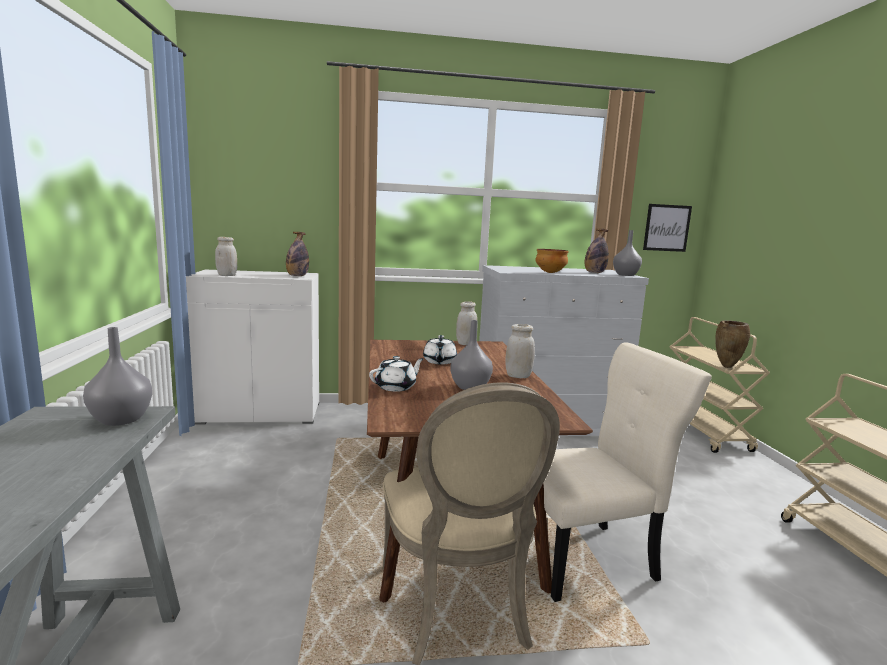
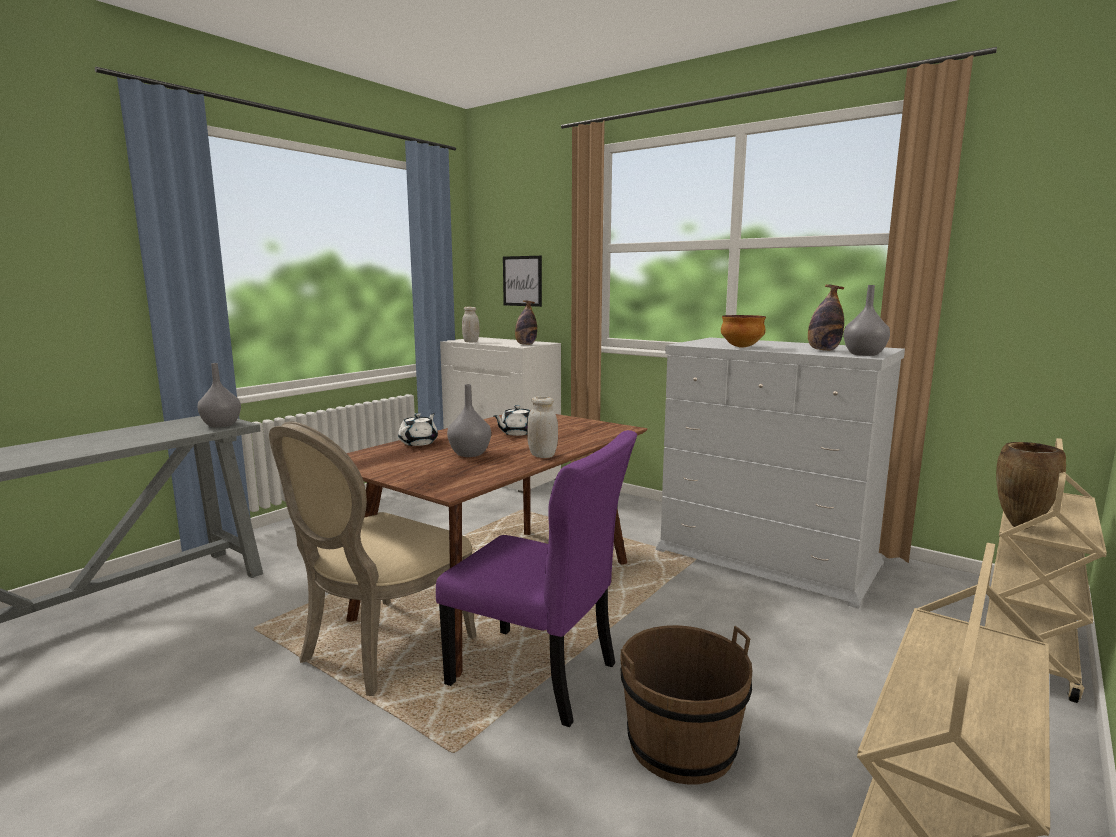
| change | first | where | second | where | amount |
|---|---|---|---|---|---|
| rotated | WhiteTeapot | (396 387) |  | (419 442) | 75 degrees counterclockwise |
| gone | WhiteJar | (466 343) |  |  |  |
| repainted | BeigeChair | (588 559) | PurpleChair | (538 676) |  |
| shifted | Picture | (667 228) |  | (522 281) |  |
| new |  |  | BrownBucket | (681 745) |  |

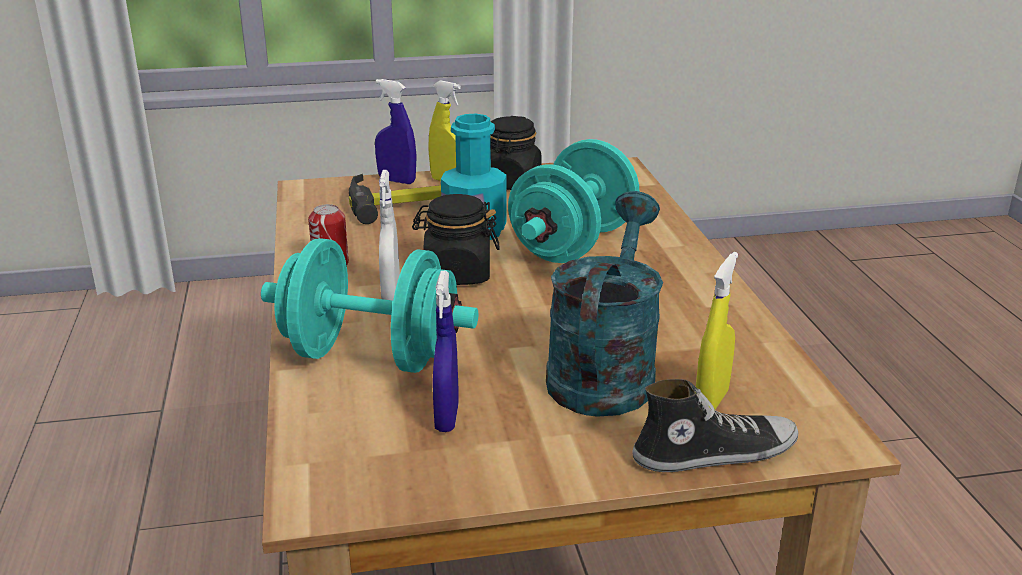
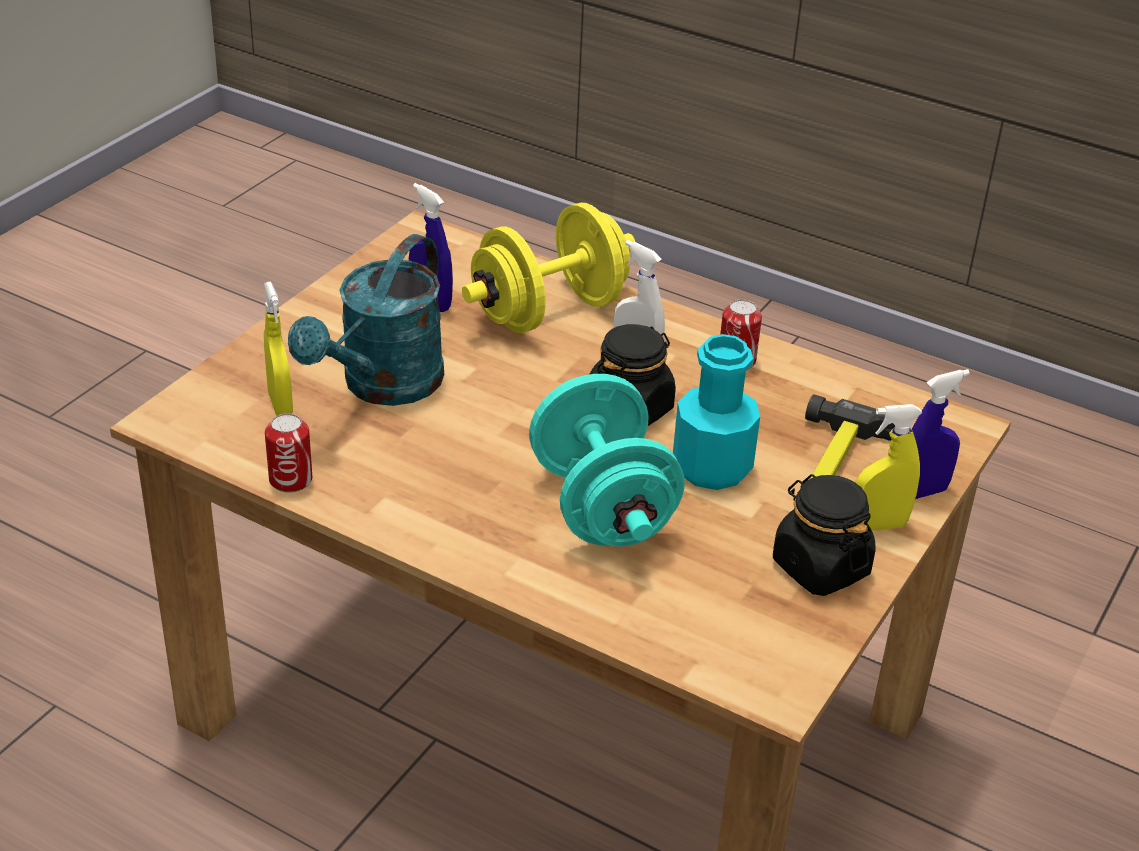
| change | first | where | second | where | amount |
|---|---|---|---|---|---|
| repainted | TurquoiseDumbbell | (371 356) | YellowDumbbell | (549 311) |  |
| rotated | TurquoiseWateringCan | (604 371) |  | (382 387) | 60 degrees clockwise |
| gone | Shoe | (714 453) |  |  |  |
| new |  |  | Can | (290 480) |  |

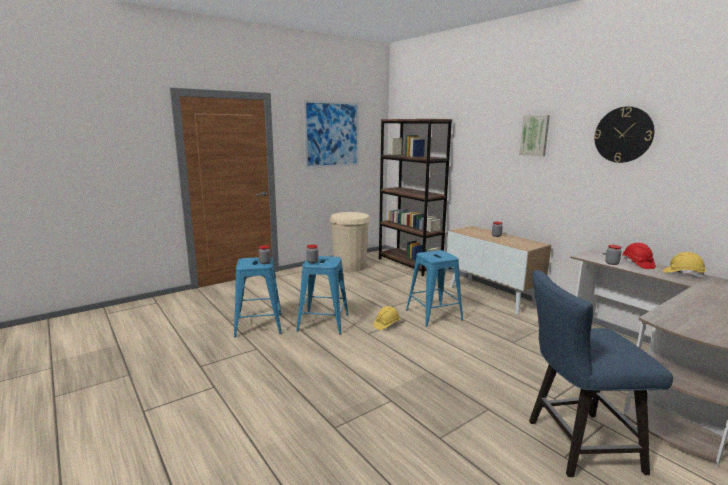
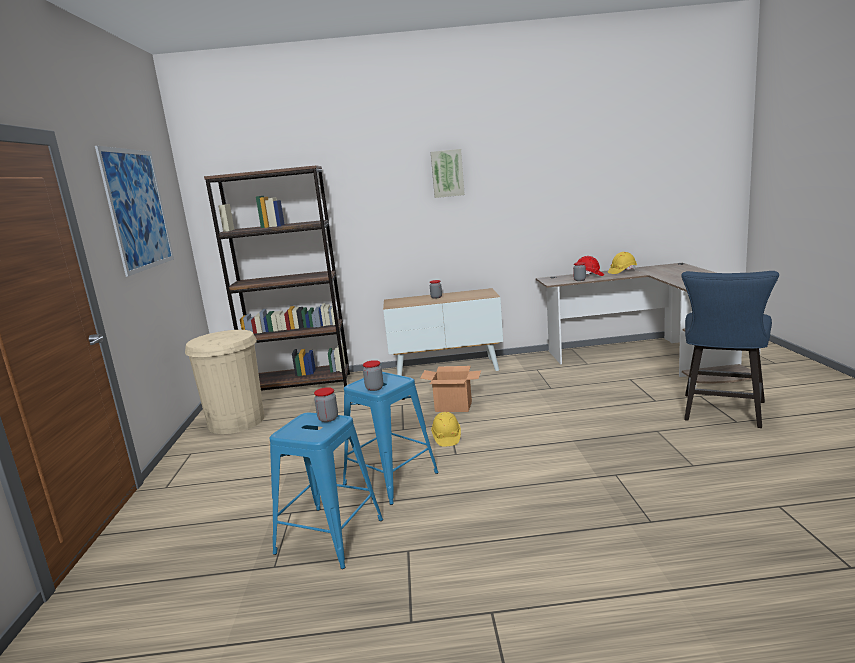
| change | first | where | second | where | amount |
|---|---|---|---|---|---|
| swapped | BlueStool | (433 315) | CardboardBox | (454 407) |  |
| gone | WallClock | (623 135) |  |  |  |

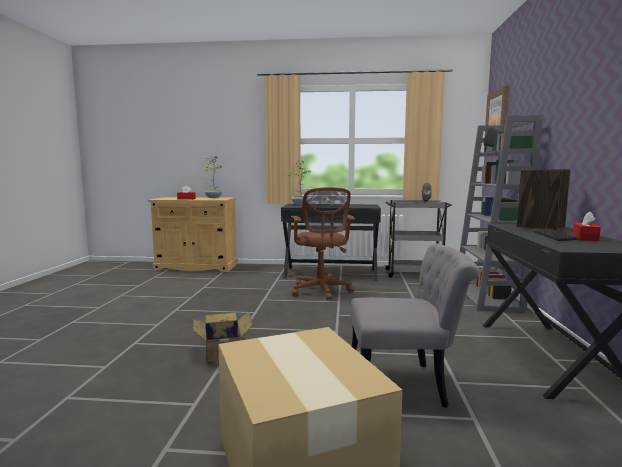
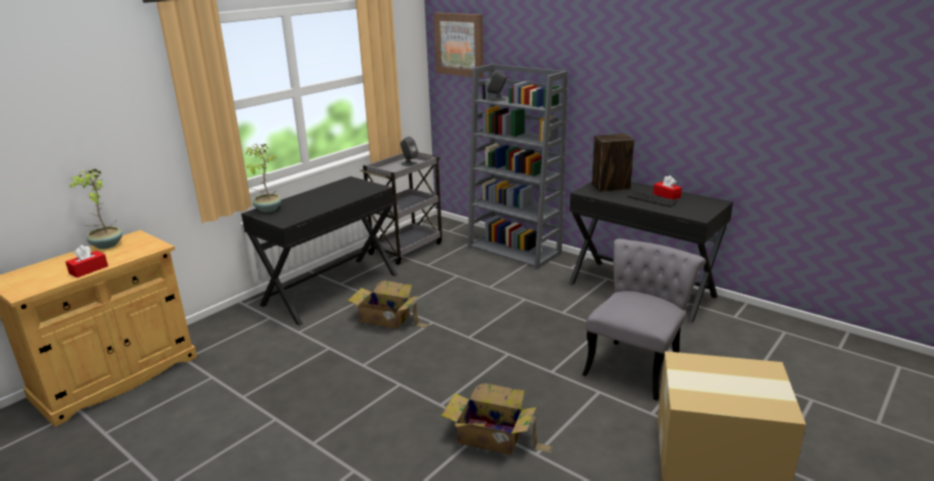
| change | first | where | second | where | amount |
|---|---|---|---|---|---|
| swapped | BrownOfficeChair | (321 291) | CardboardBox | (386 319) |  |

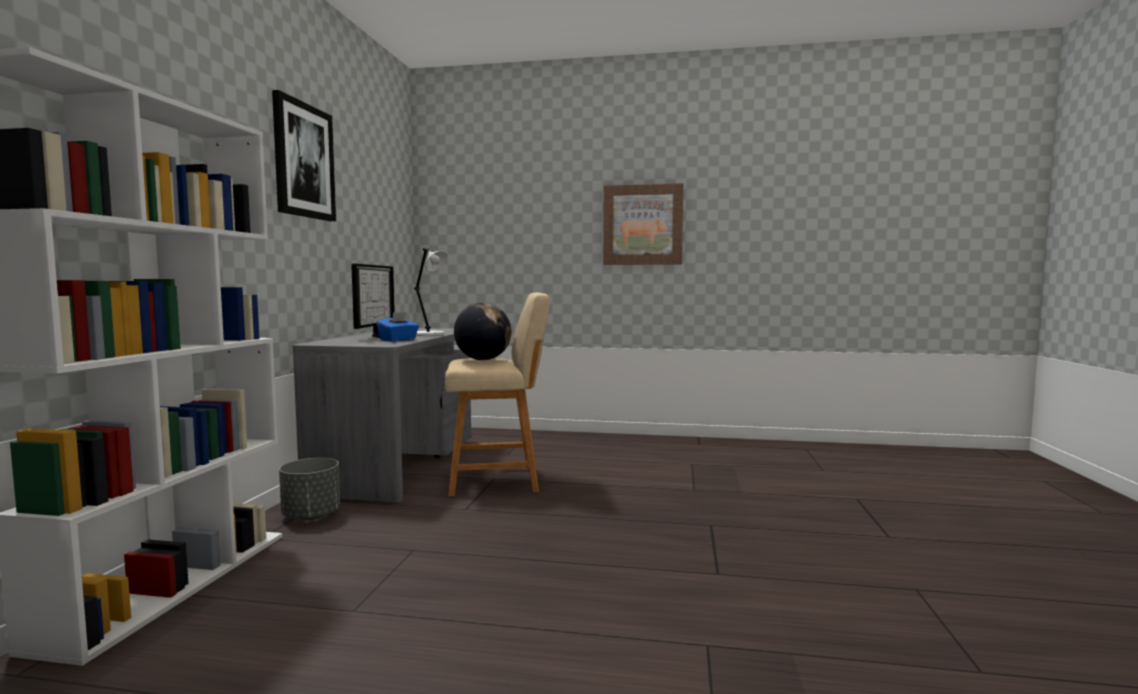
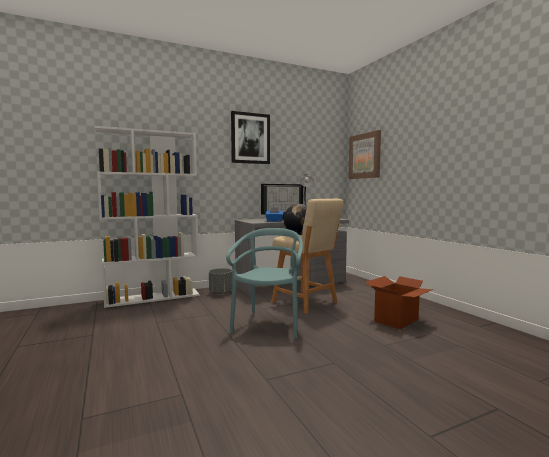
| change | first | where | second | where | amount |
|---|---|---|---|---|---|
| shifted | Picture | (642 225) |  | (365 156) |  |
| new |  |  | TurquoiseChair | (269 324) |  |
| new |  |  | CardboardBox | (397 320) |  |

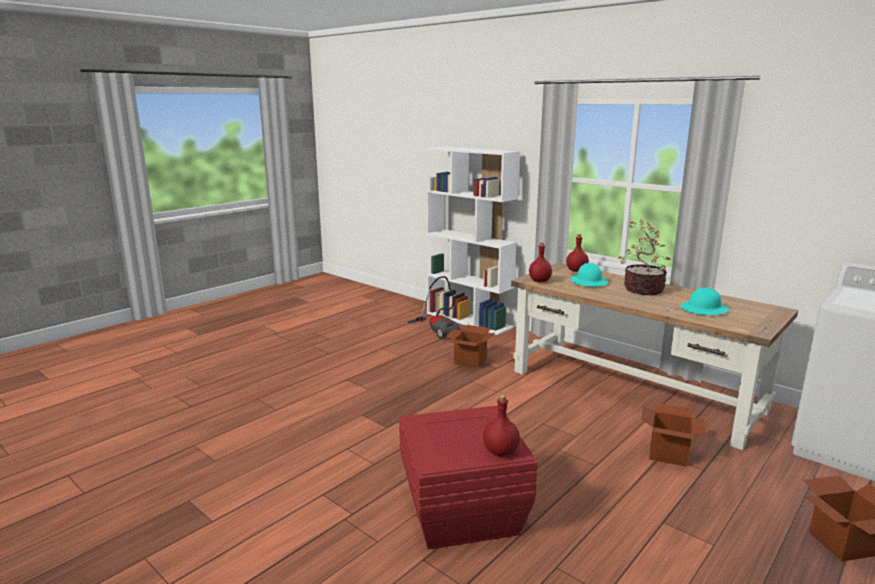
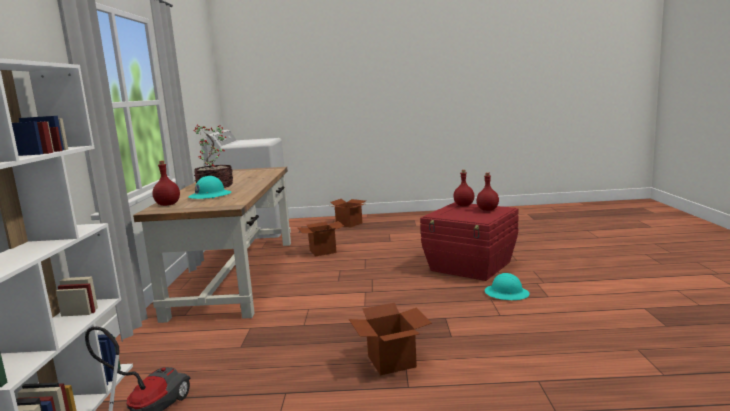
| change | first | where | second | where | amount |
|---|---|---|---|---|---|
| shifted | CardboardBox | (470 361) |  | (391 361) |  |
| shifted | RedBottle | (539 281) |  | (487 210) |  |
| shifted | TurquoiseHardHat | (704 309) |  | (506 293) |  |

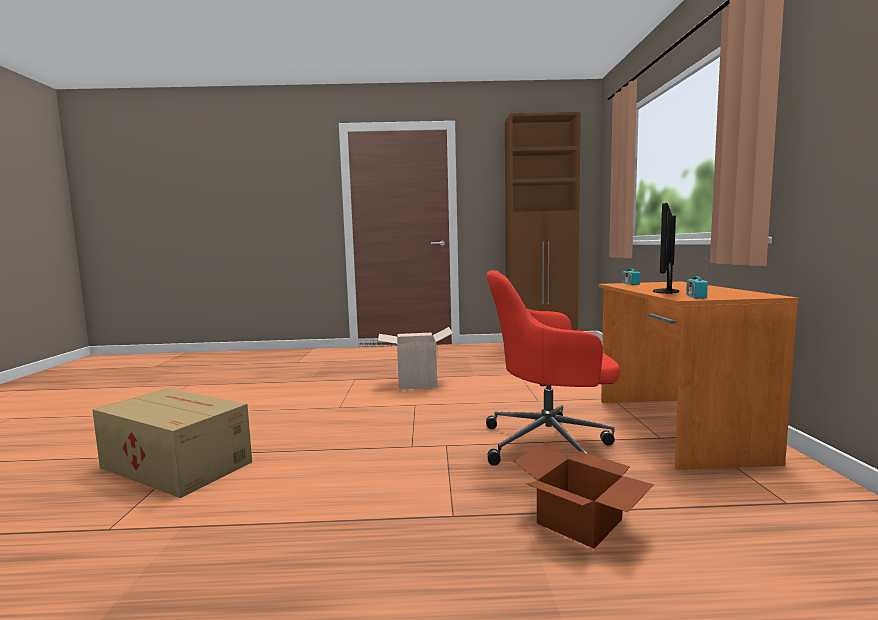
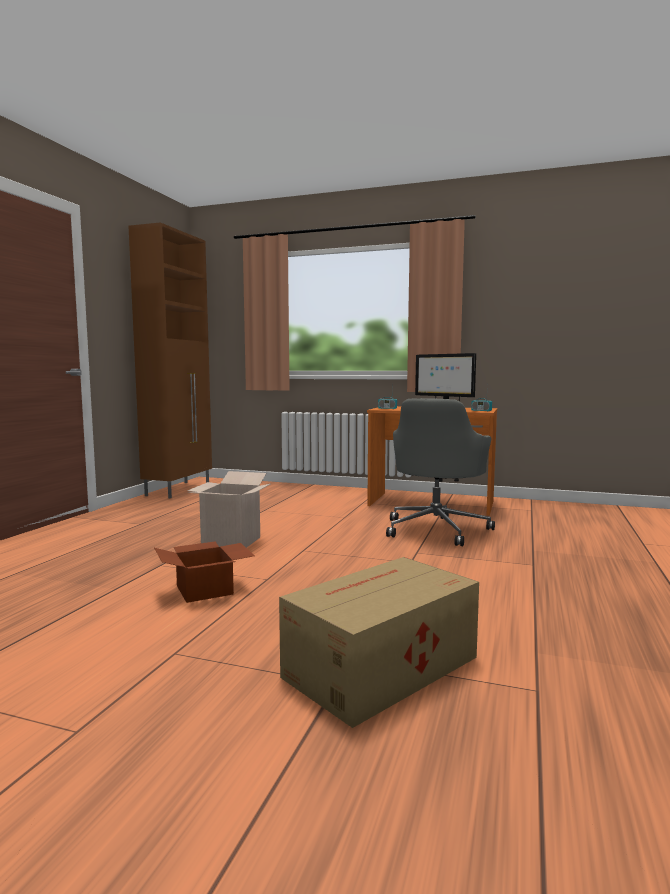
| change | first | where | second | where | amount |
|---|---|---|---|---|---|
| repainted | RedOfficeChair | (550 444) | GreyOfficeChair | (437 529) |  |
| shifted | CardboardBox | (581 523) |  | (206 590) |  |

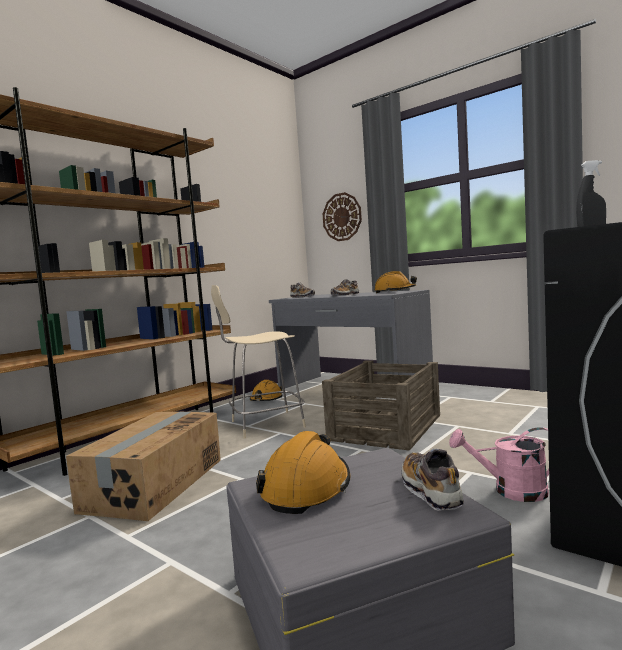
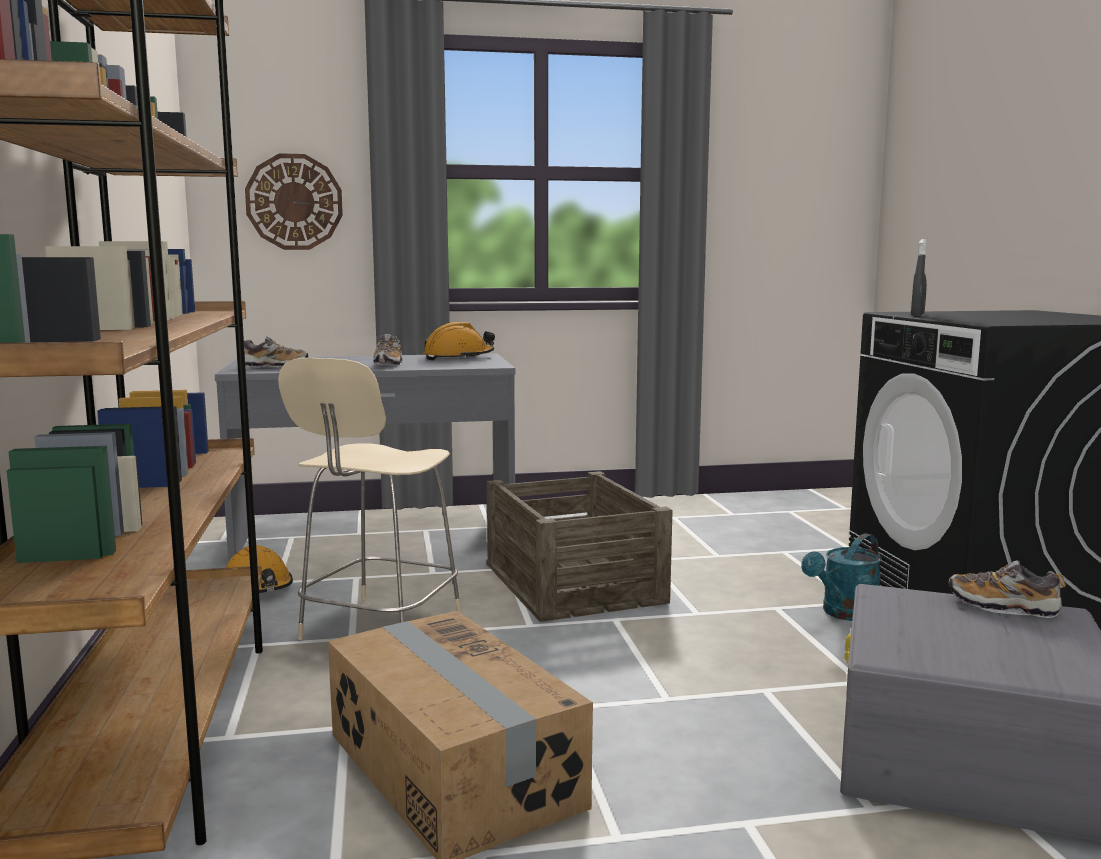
| change | first | where | second | where | amount |
|---|---|---|---|---|---|
| gone | OrangeHardHat | (306 488) |  |  |  |
| repainted | PinkWateringCan | (511 491) | TurquoiseWateringCan | (844 614) |  |

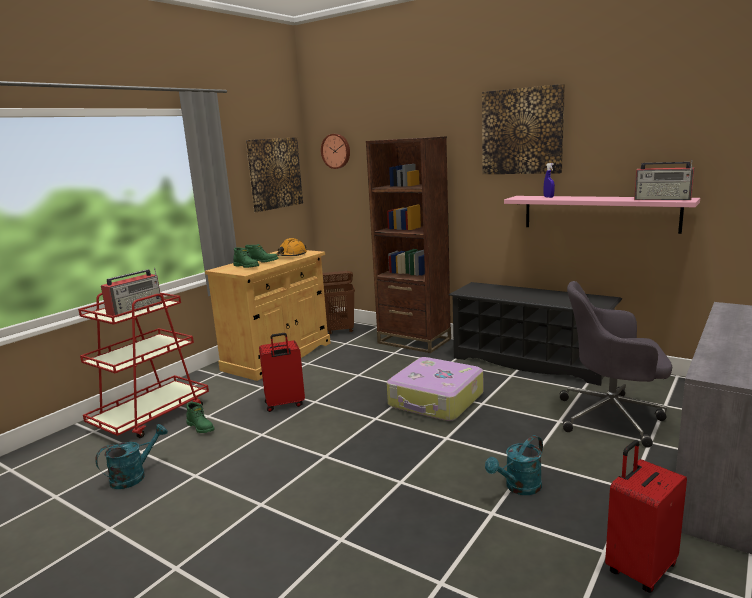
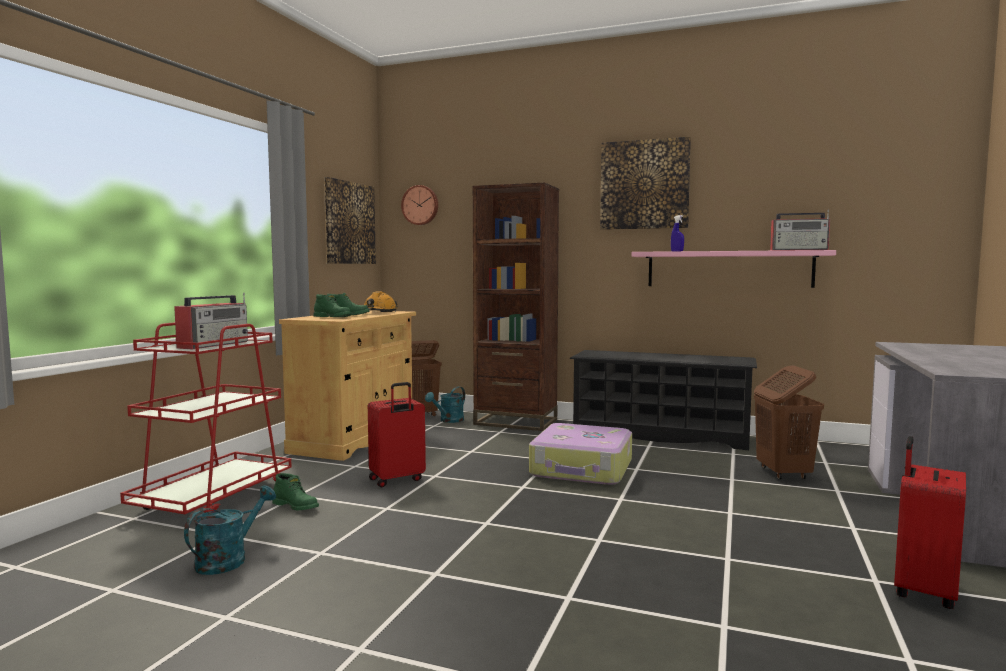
| change | first | where | second | where | amount |
|---|---|---|---|---|---|
| shifted | TurquoiseWateringCan | (519 488) |  | (448 420) |  |
| swapped | GreyOfficeChair | (612 417) | BrownLaundryBasket | (783 473) |  |

